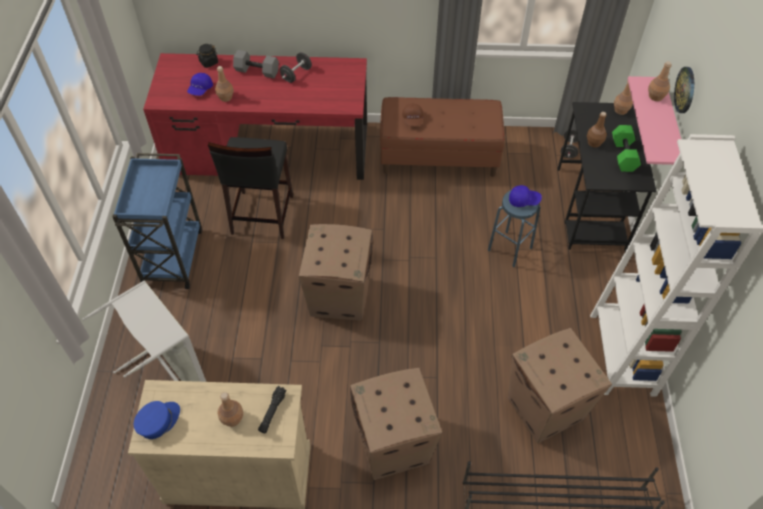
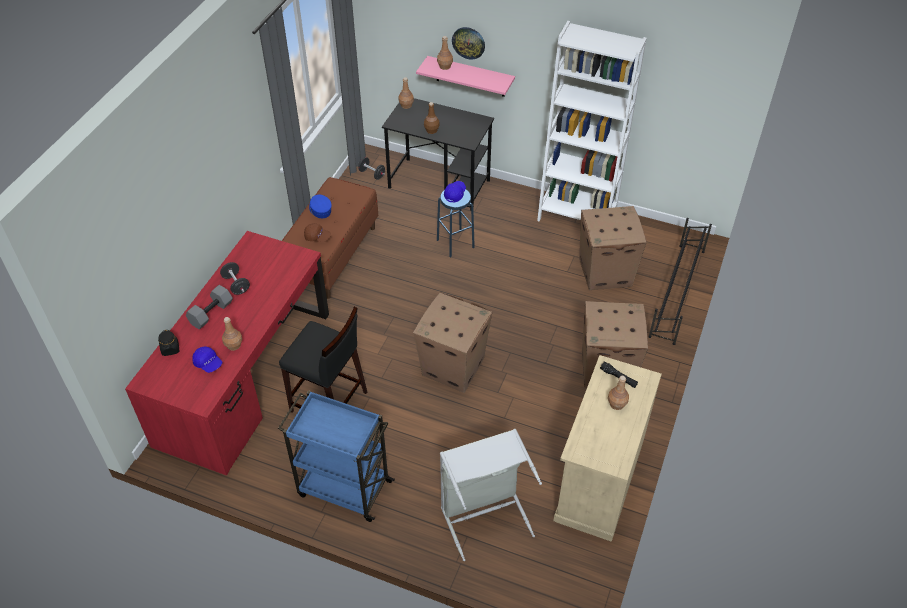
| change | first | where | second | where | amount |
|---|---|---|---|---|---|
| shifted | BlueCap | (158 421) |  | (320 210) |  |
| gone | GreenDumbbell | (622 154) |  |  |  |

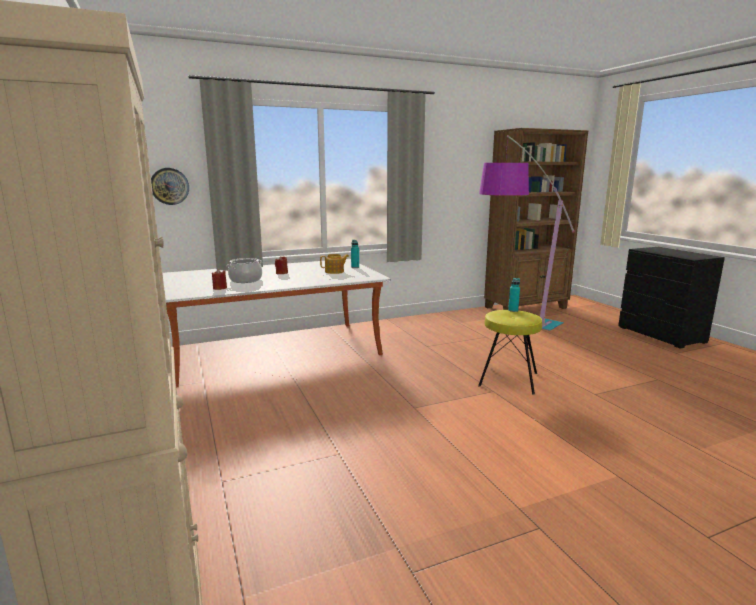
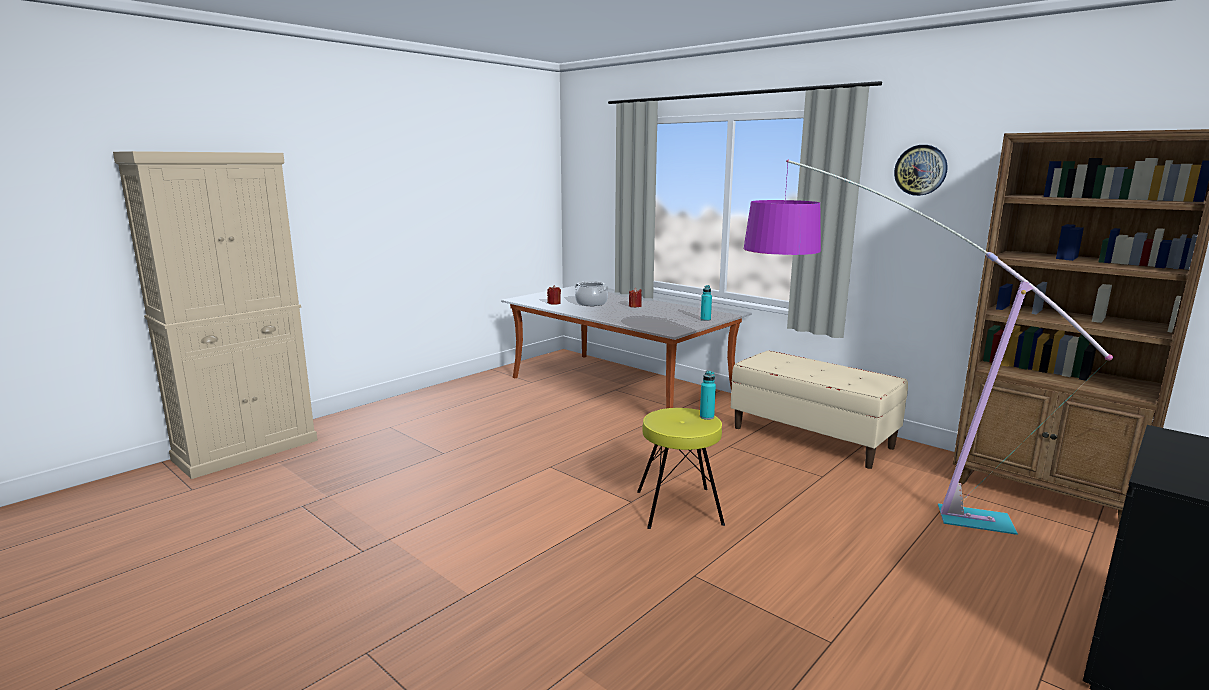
| change | first | where | second | where | amount |
|---|---|---|---|---|---|
| shifted | WallClock | (169 186) |  | (920 170) |  |
| gone | Teapot | (335 272) |  |  |  |
| new |  |  | BeigeBench | (812 437) |  |

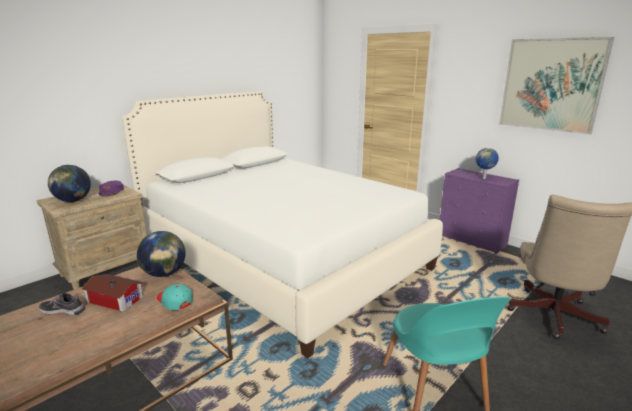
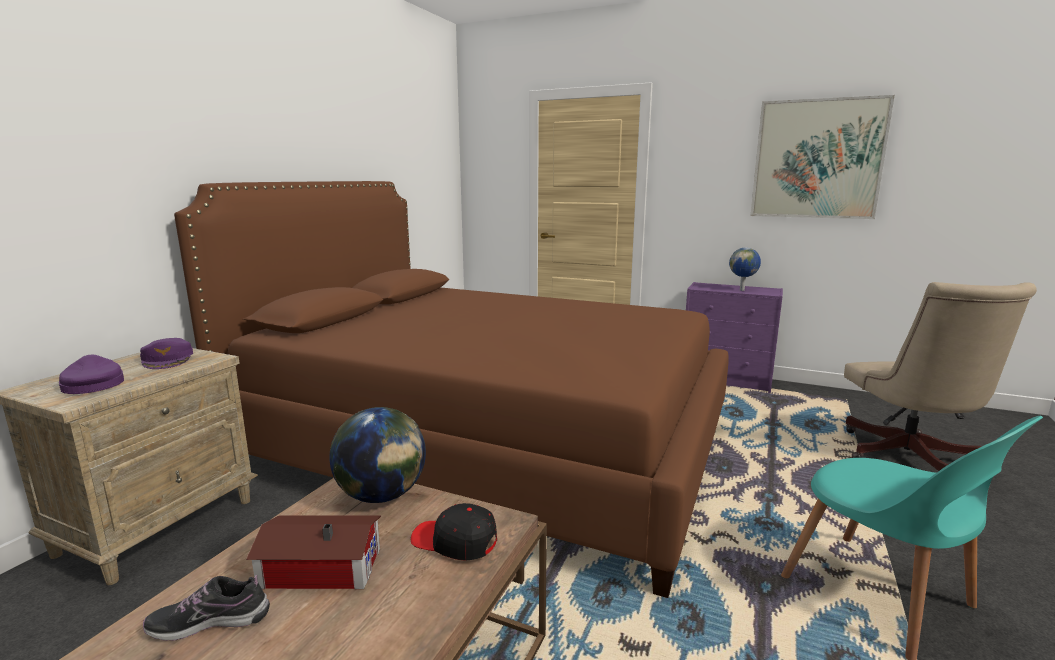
| change | first | where | second | where | amount |
|---|---|---|---|---|---|
| swapped | Globe | (73 201) | PurpleCap | (92 384) |  |
| repainted | WhiteBed | (282 257) | BrownBed | (489 444) |  |
| repainted | TurquoiseCap | (175 301) | BlackCap | (455 541) |  |

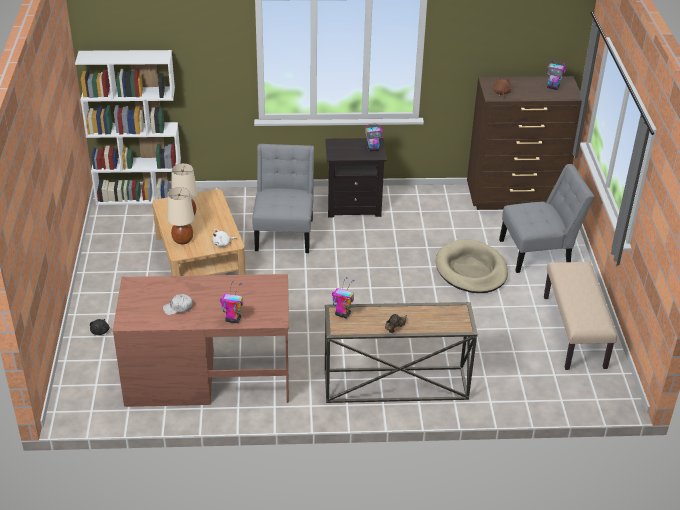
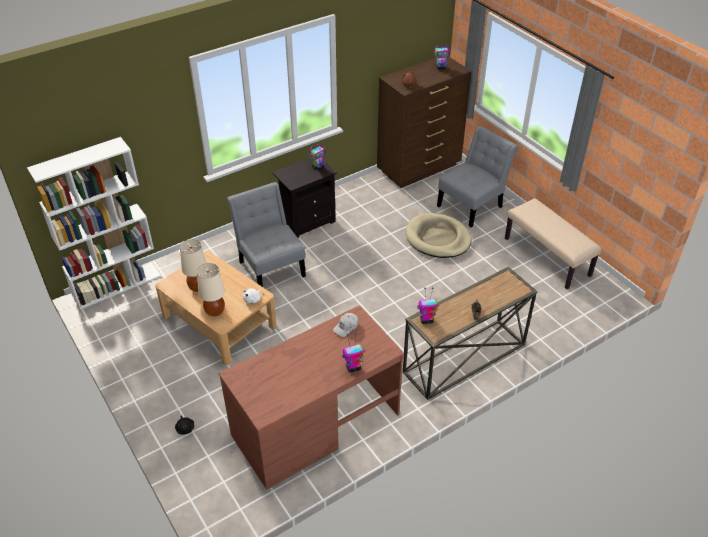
| change | first | where | second | where | amount |
|---|---|---|---|---|---|
| shifted | WhiteCap | (178 308) |  | (346 327) |  |

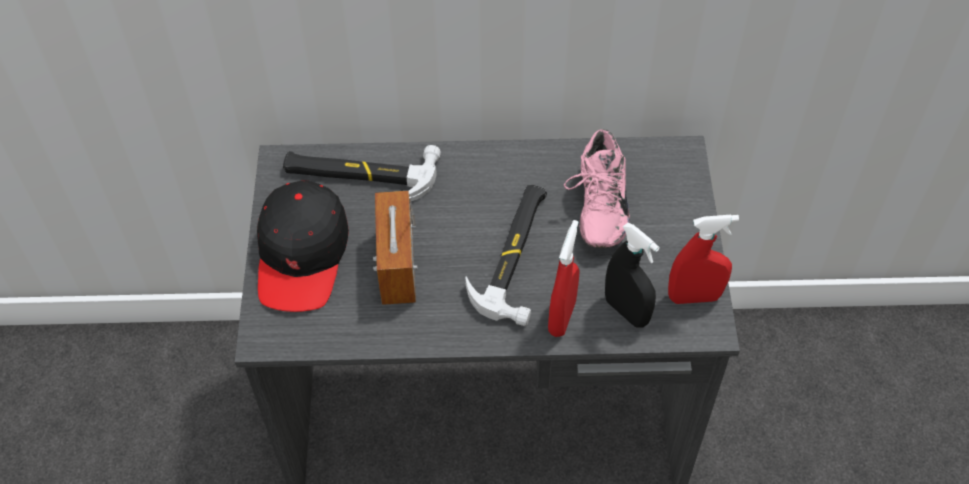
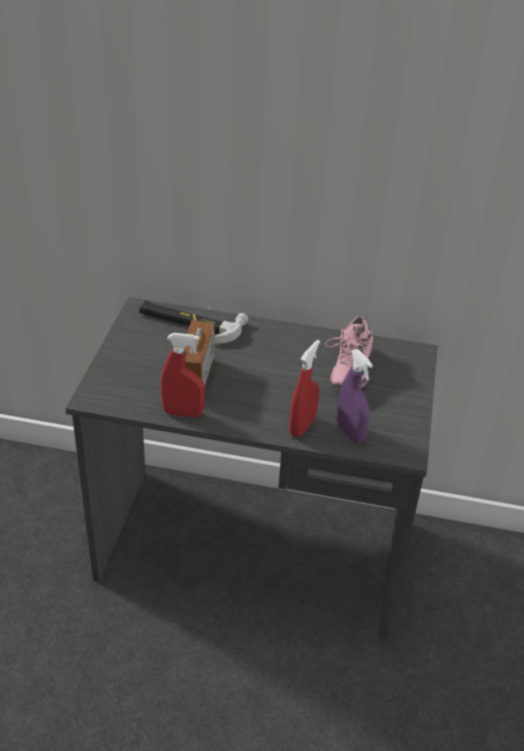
| change | first | where | second | where | amount |
|---|---|---|---|---|---|
| gone | BlackCap | (302 255) |  |  |  |
| gone | Hammer | (516 255) |  |  |  |
| repainted | BlackSprayBottle | (626 311) | PurpleSprayBottle | (350 432) |  |
| shifted | RedSprayBottle | (694 297) |  | (183 413) |  |

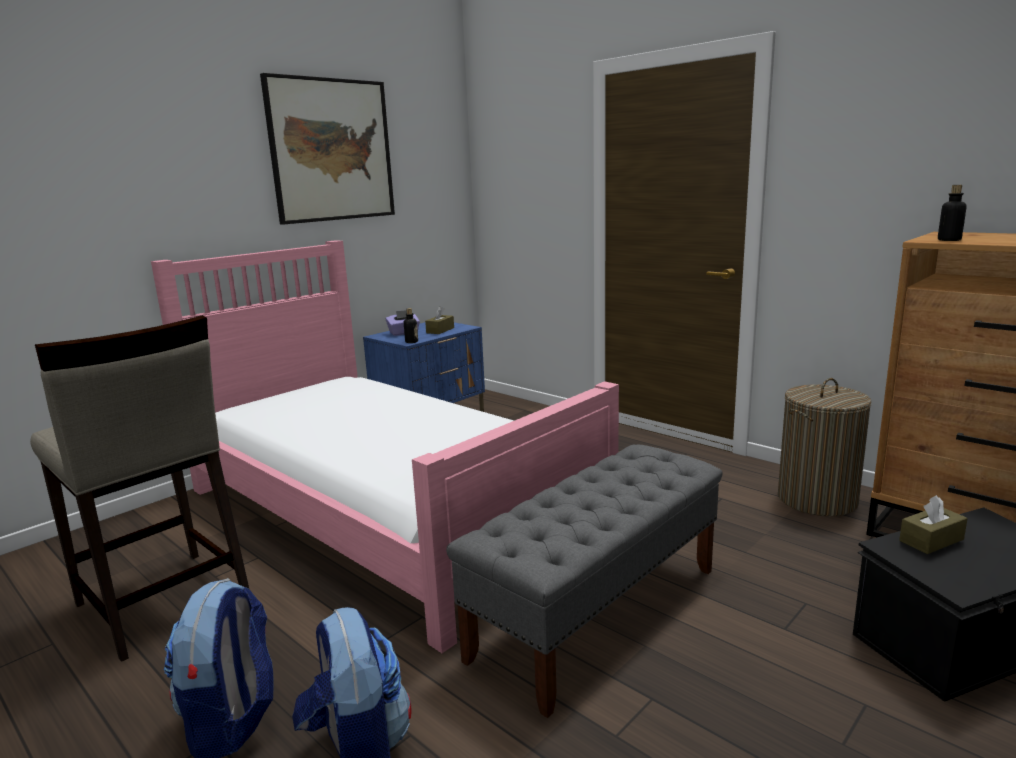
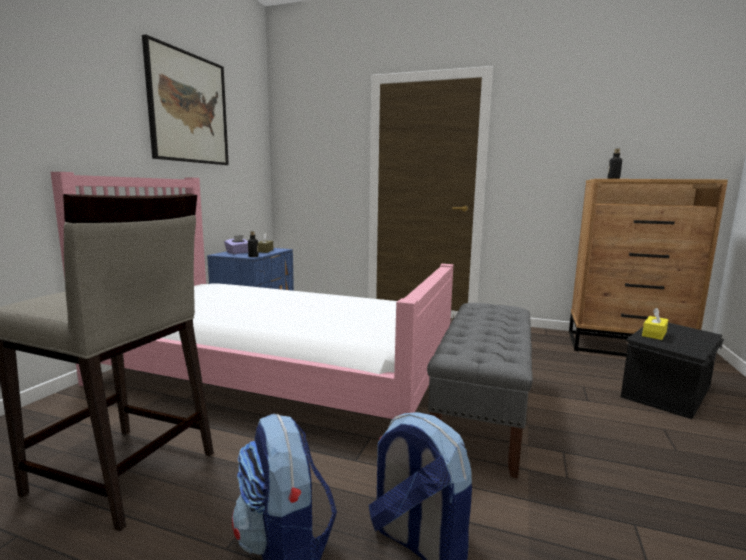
| change | first | where | second | where | amount |
|---|---|---|---|---|---|
| gone | LaundryBasket | (817 499) |  |  |  |
| repainted | BrownTissueBox | (931 540) | YellowTissueBox | (654 334) |  |

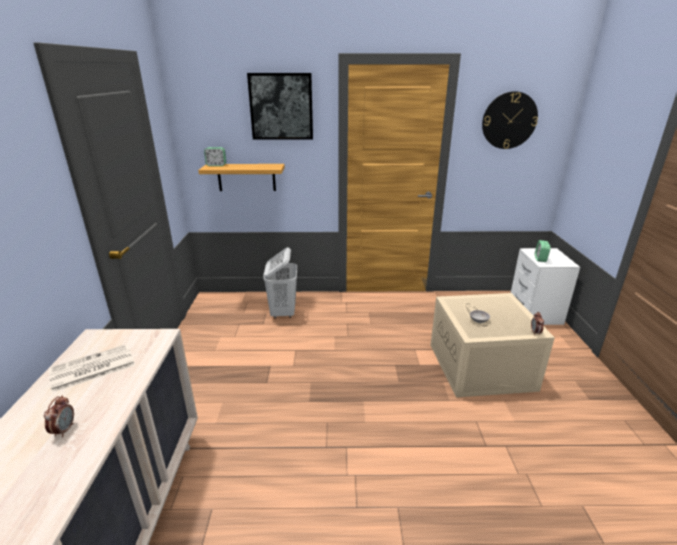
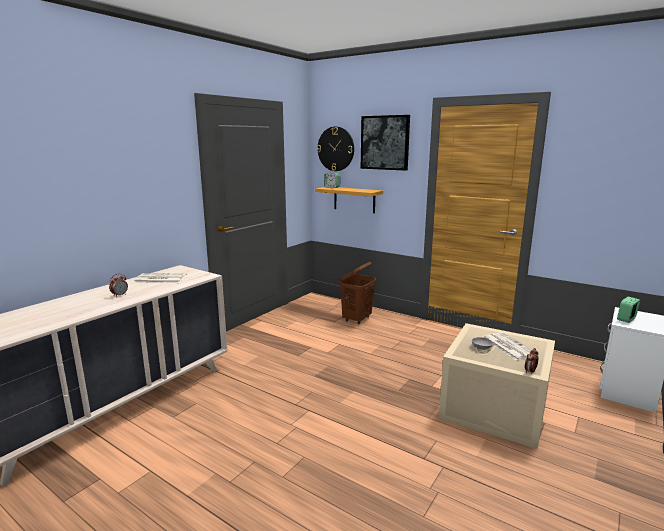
| change | first | where | second | where | amount |
|---|---|---|---|---|---|
| repainted | WhiteLaundryBasket | (283 312) | BrownLaundryBasket | (357 319) |  |
| shifted | WallClock | (509 120) |  | (335 149) |  |
| new |  |  | Newspaper | (508 346) |  |

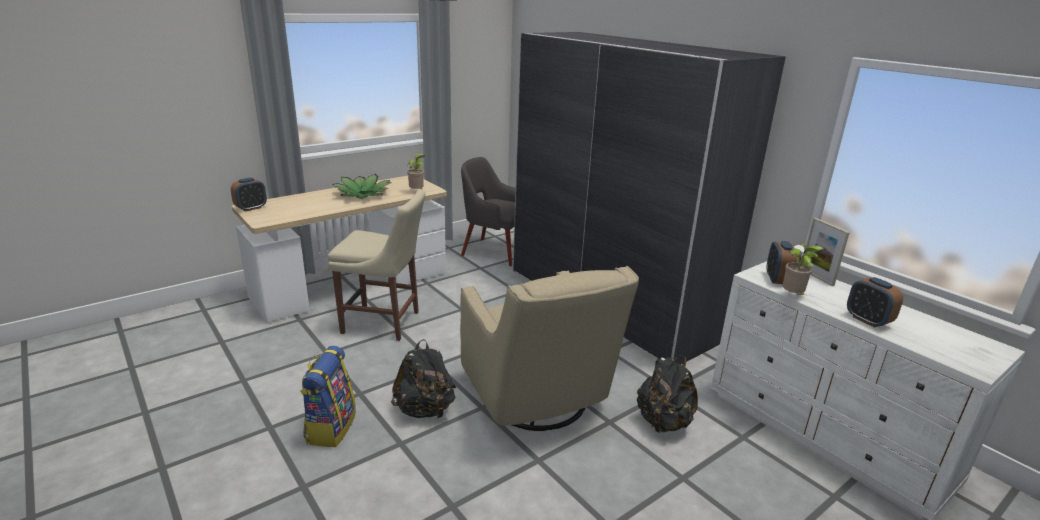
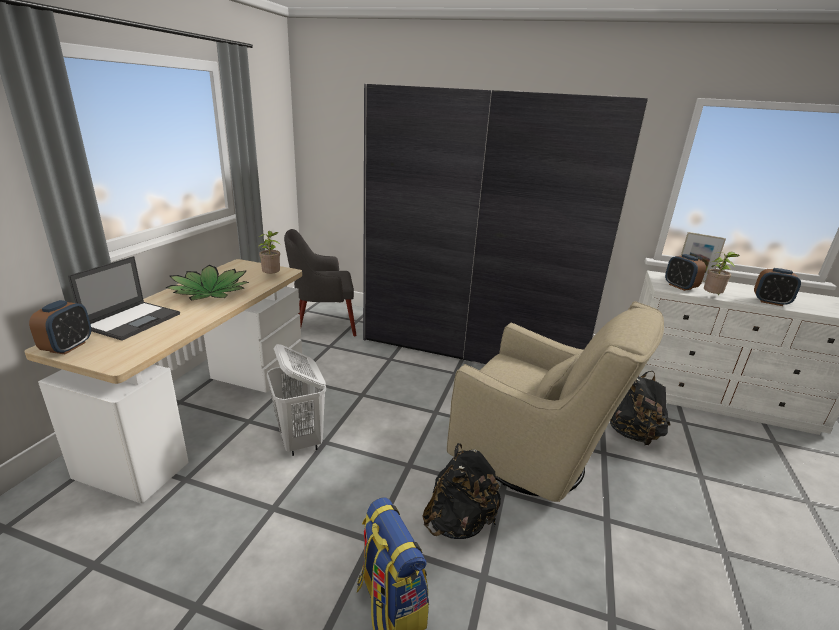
| change | first | where | second | where | amount |
|---|---|---|---|---|---|
| swapped | BeigeChair | (384 323) | WhiteLaundryBasket | (300 440) |  |
| new |  |  | Laptop | (133 320) |  |

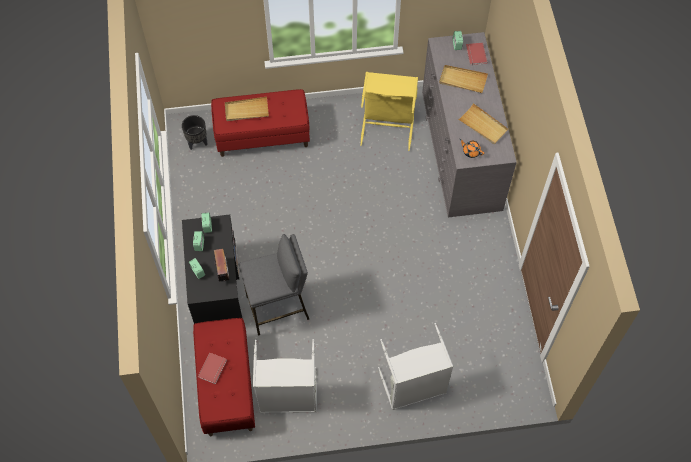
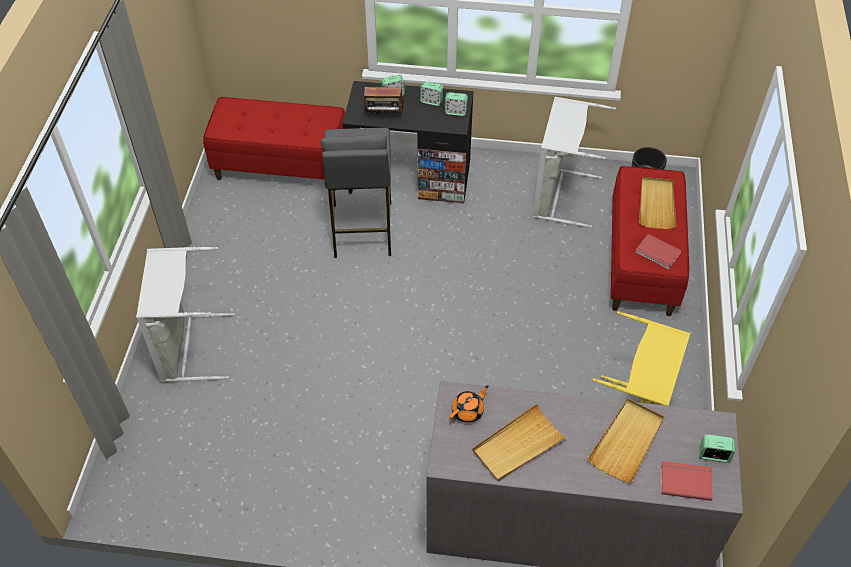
| change | first | where | second | where | amount |
|---|---|---|---|---|---|
| shifted | RedBook | (213 369) |  | (657 253) |  |
| shifted | GreyLaundryBasket | (287 397) |  | (558 196) |  |

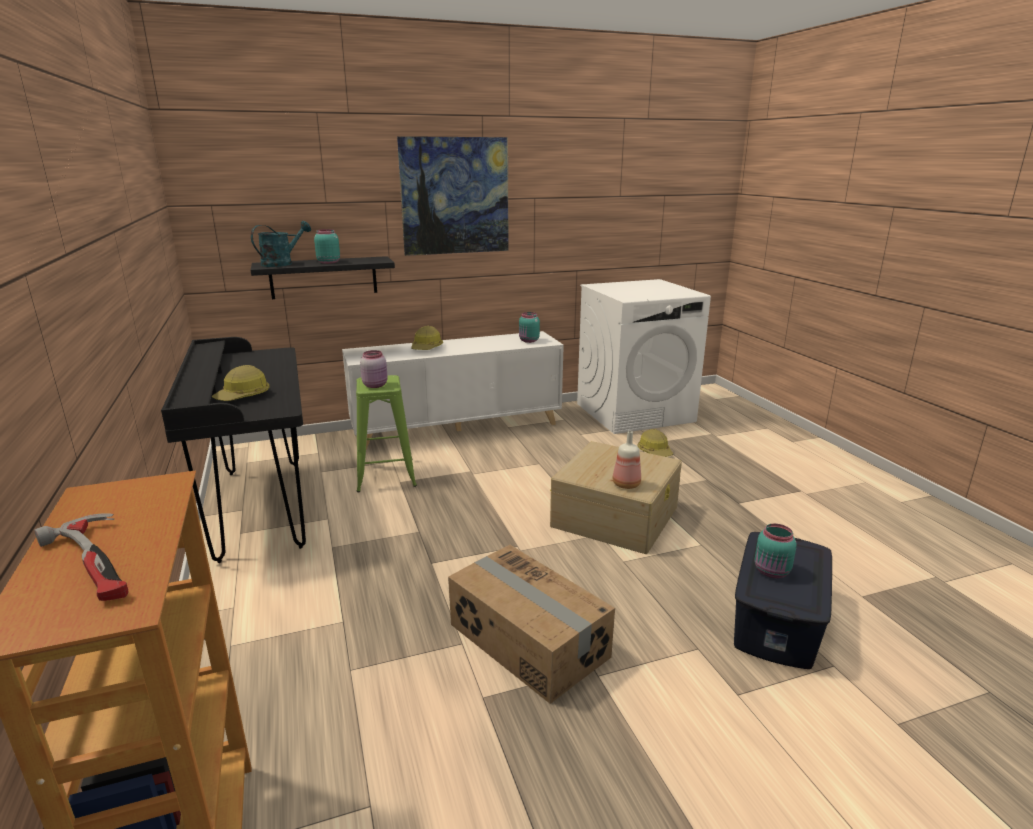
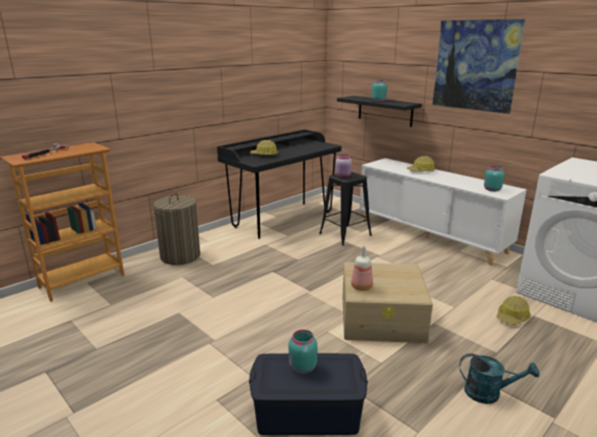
| change | first | where | second | where | amount |
|---|---|---|---|---|---|
| shifted | TurquoiseWateringCan | (282 263) |  | (489 393) |  |
| repainted | GreenStool | (386 474) | BlackStool | (345 234) |  |
| gone | CardboardBox | (527 641) |  |  |  |
| new |  |  | LaundryBasket | (180 256) |  |

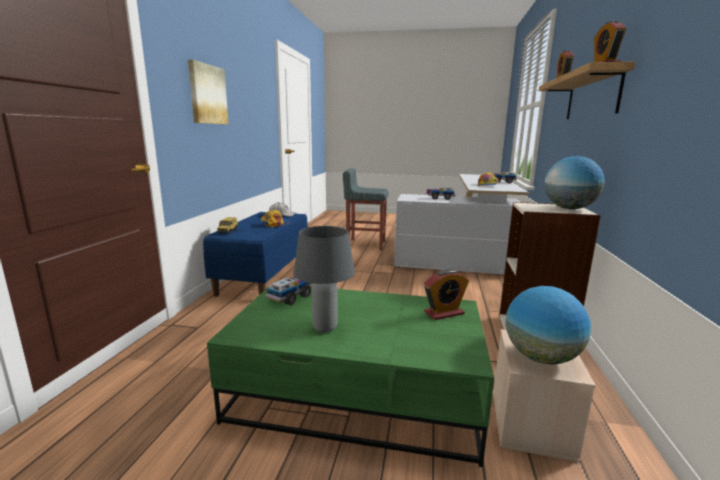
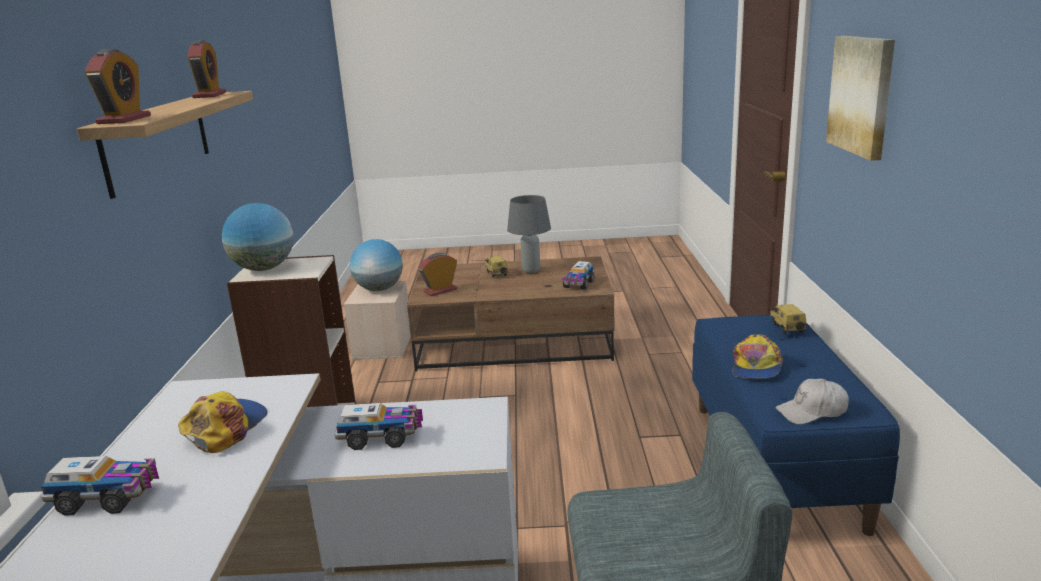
| change | first | where | second | where | amount |
|---|---|---|---|---|---|
| repainted | GreenCoffeeTable | (358 393) | BrownCoffeeTable | (512 342) |  |
| new |  |  | ToyCar | (495 274) |  |

